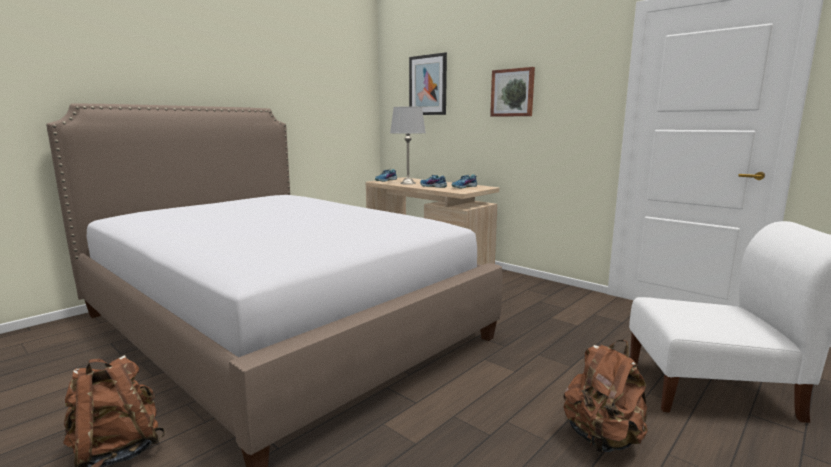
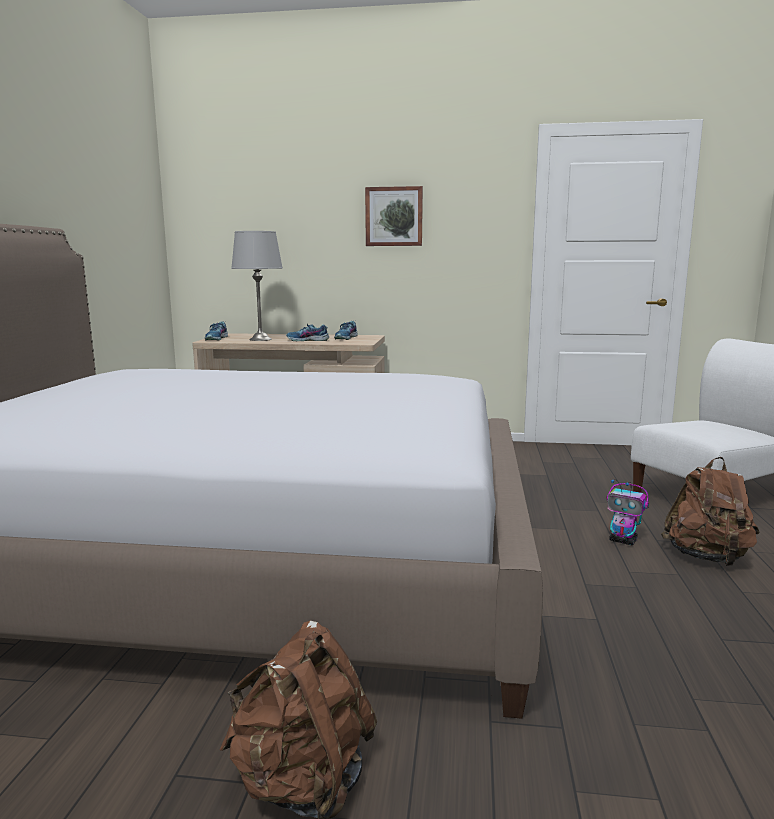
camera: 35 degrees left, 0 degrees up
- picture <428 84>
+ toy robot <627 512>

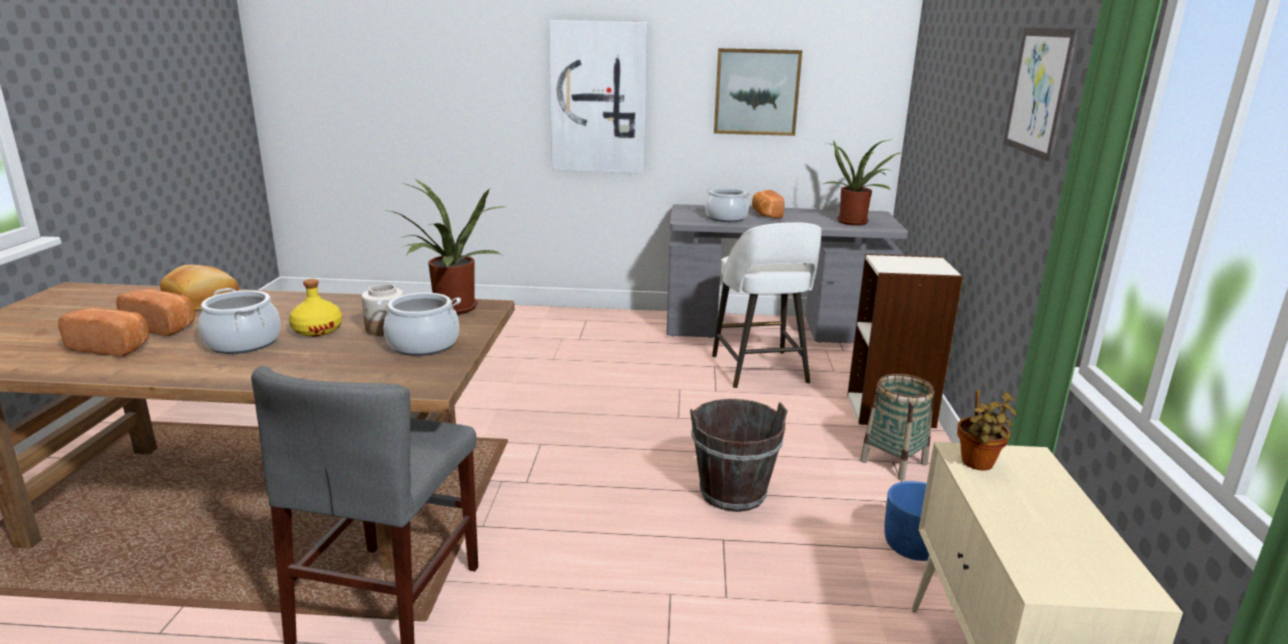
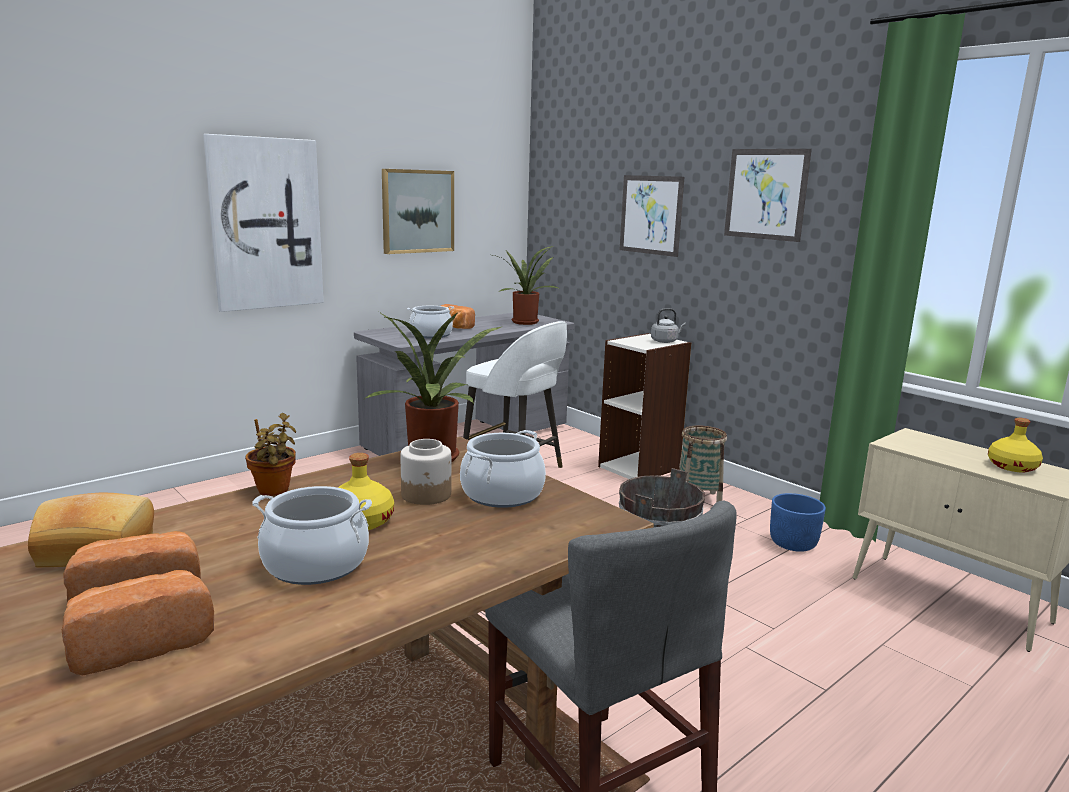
camera: 45 degrees left, 5 degrees down
~ plant in a pot <987 430> to <270 454>
+ picture <652 216>
+ grey kettle <668 325>
+ yellowish drink bottle <1015 445>

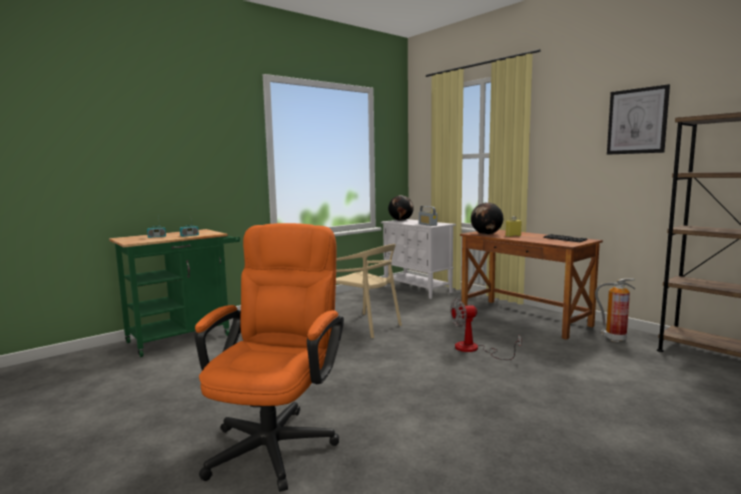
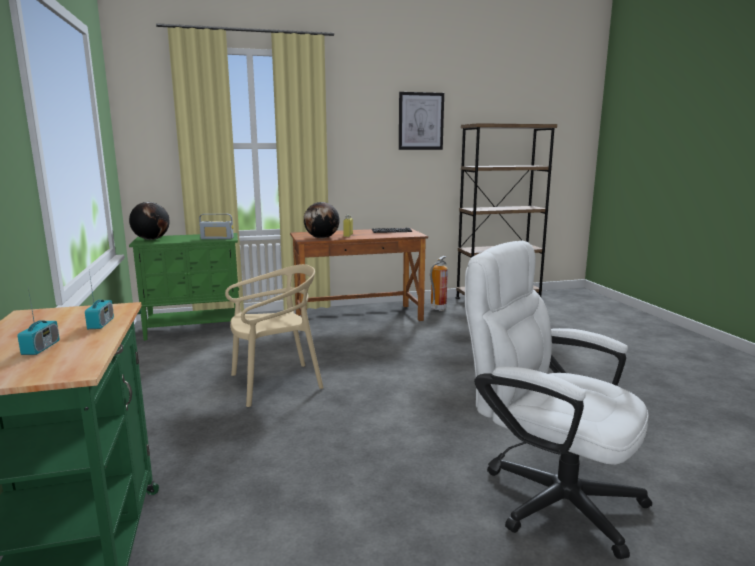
camera: 65 degrees left, 5 degrees up
~ orangey computer chair <269 357> to white-coloured computer chair <558 400>
~ white-coloured cabinet <418 259> to green cabinet <184 287>
- cooling fan <486 329>

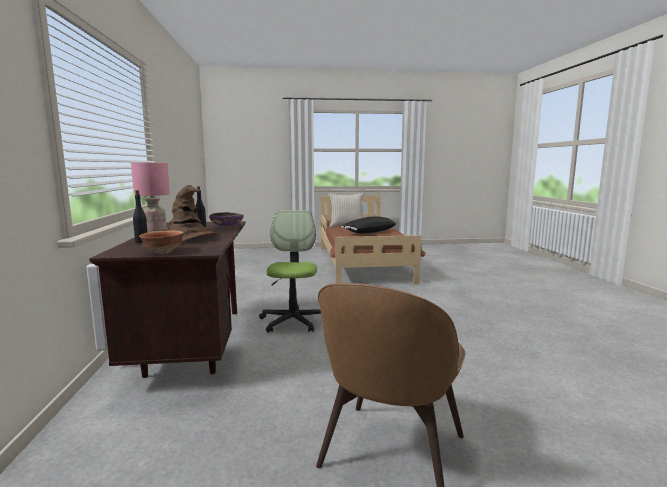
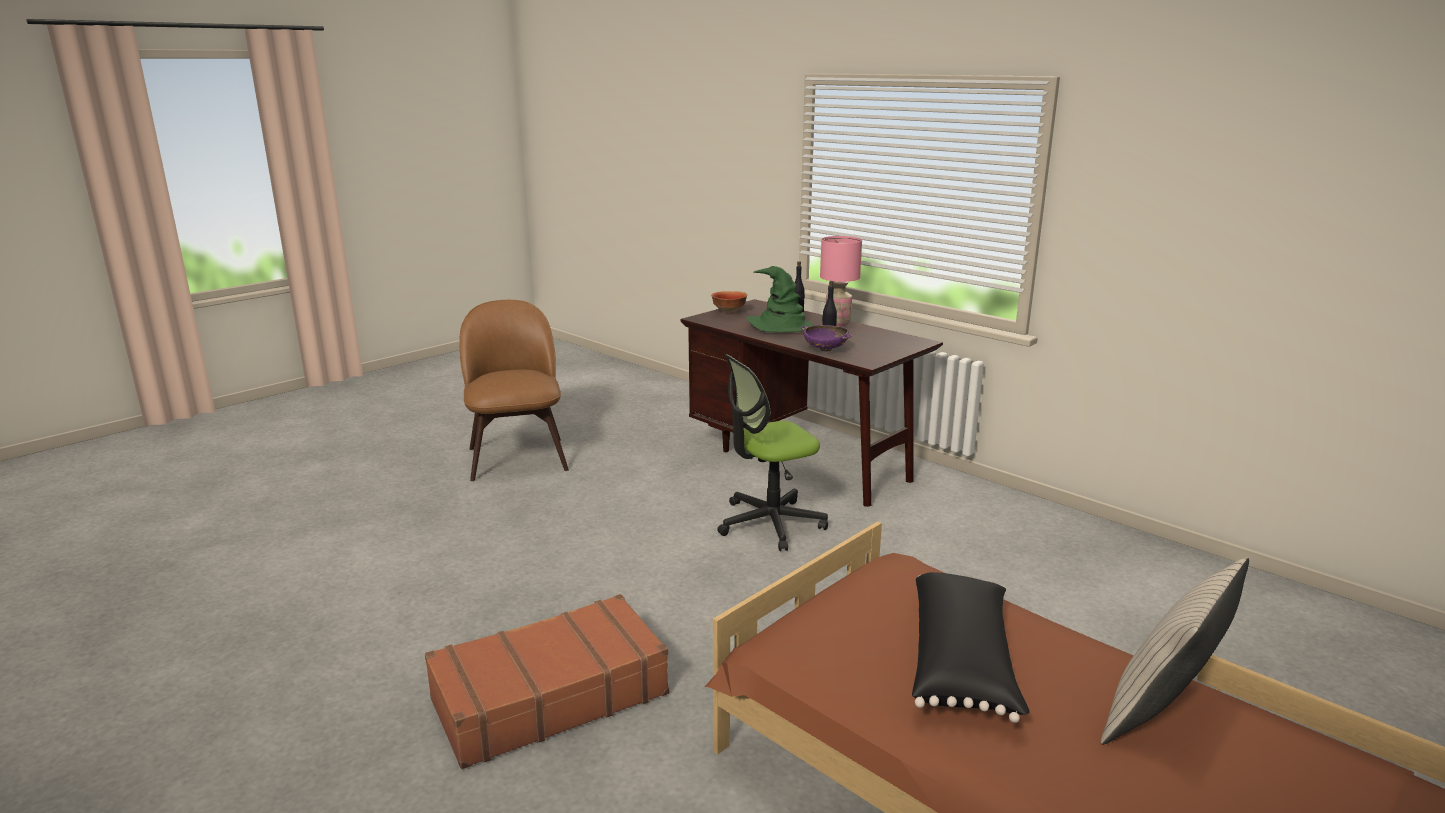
camera: 140 degrees right, 10 degrees up
~ brown-coloured clothing hat <192 213> to green clothing hat <780 299>
~ computer chair <290 271> = <772 452> 105 degrees clockwise
+ brown-coloured suitcase <547 681>

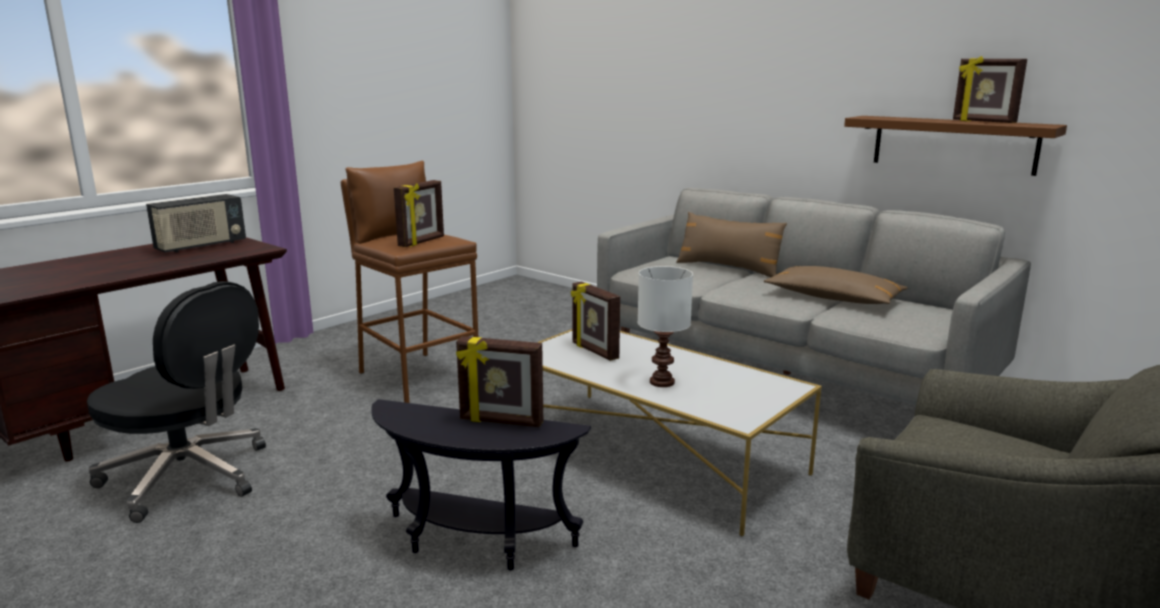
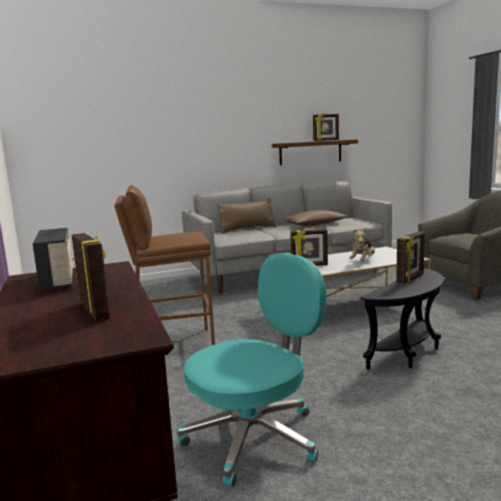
camera: 60 degrees left, 5 degrees down
~ blackish computer chair <176 402> to turquoise computer chair <251 370>
~ standing frame <419 213> to <90 277>
~ white-coloured tabletop lamp <665 326> to plush toy <362 244>

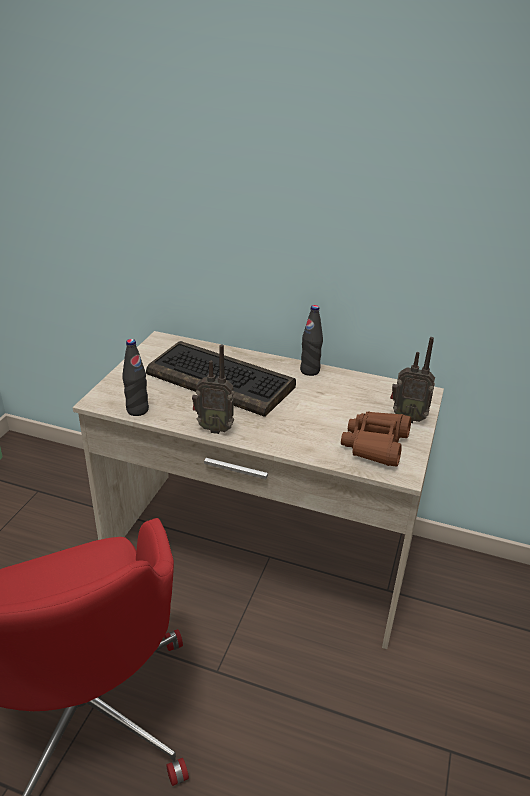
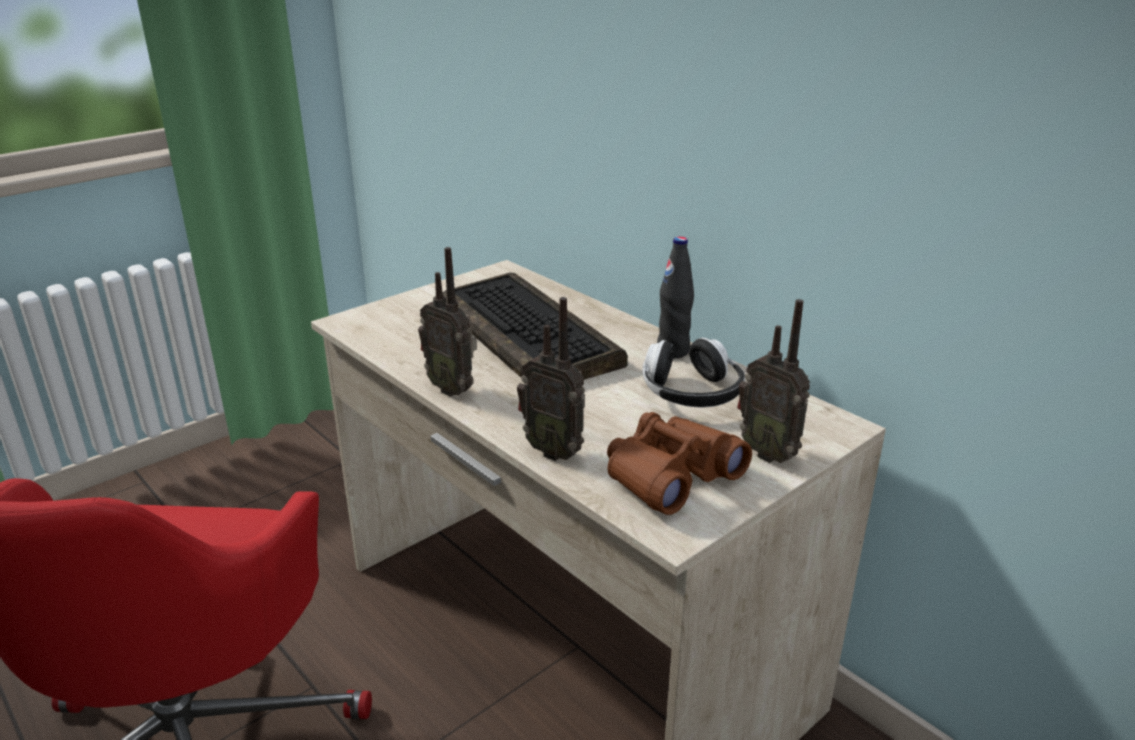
camera: 30 degrees right, 5 degrees down
- blackish drink bottle <135 377>
+ radio <551 379>
+ pair of headphones <693 373>

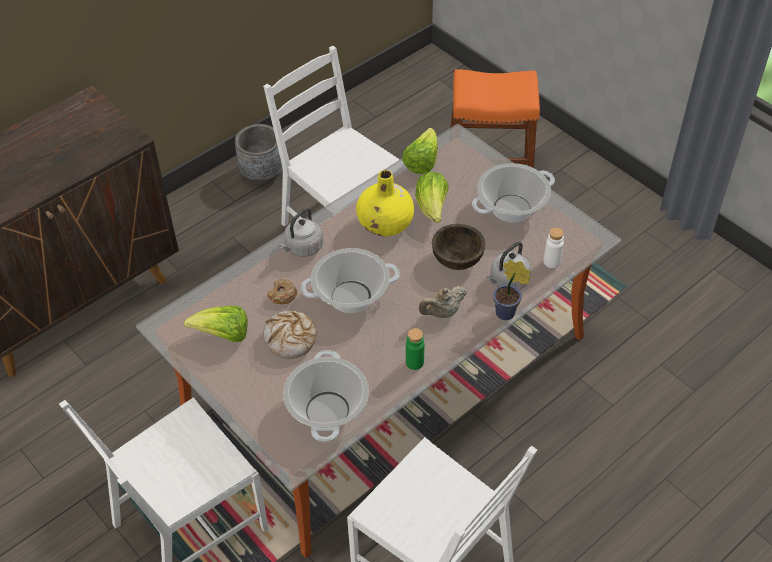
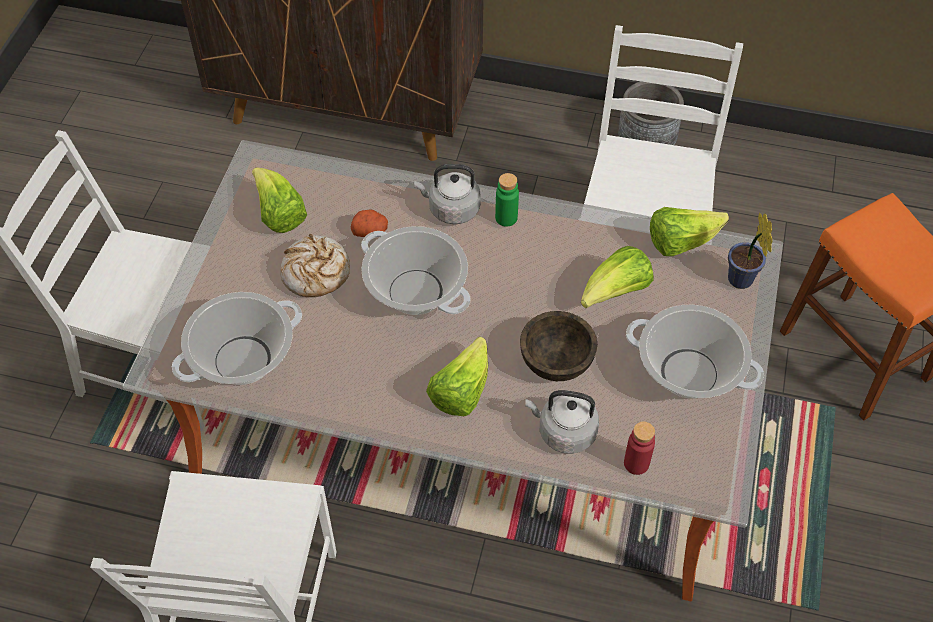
camera: 55 degrees right, 5 degrees up
~ doughnut <282 291> to whole potato <369 223>
- yellowish flower vase <385 203>
~ green drink bottle <415 349> to <507 200>
~ beige-coloured pot for tea <443 302> to lettuce head <457 376>
~ plant in a pot <512 290> to <750 251>
~ white-coloured drink bottle <554 247> to red drink bottle <639 448>

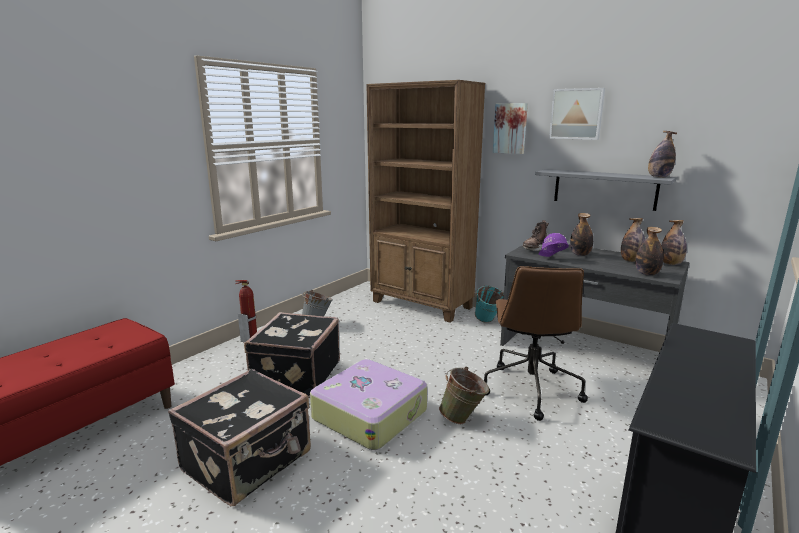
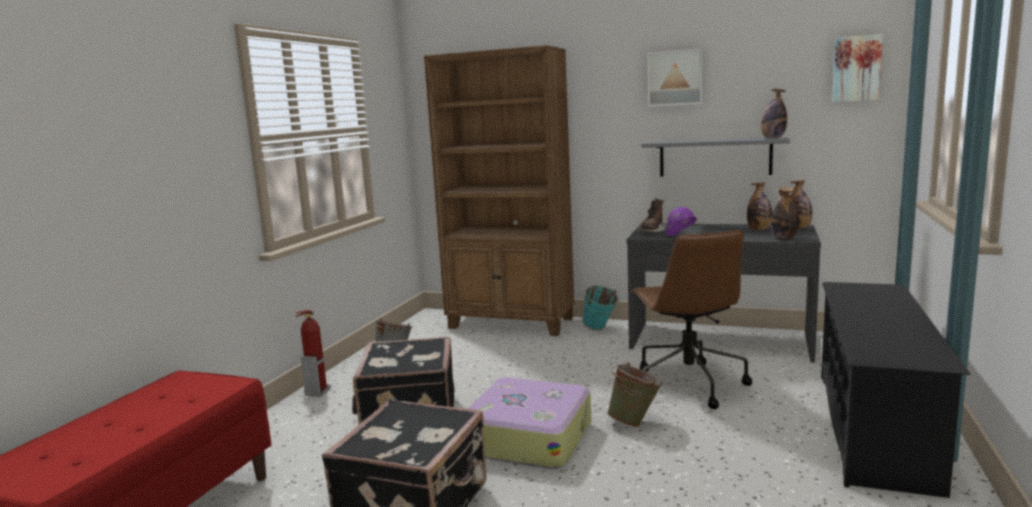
camera: 15 degrees left, 5 degrees down
~ picture <510 128> to <857 68>
- drink bottle <581 234>

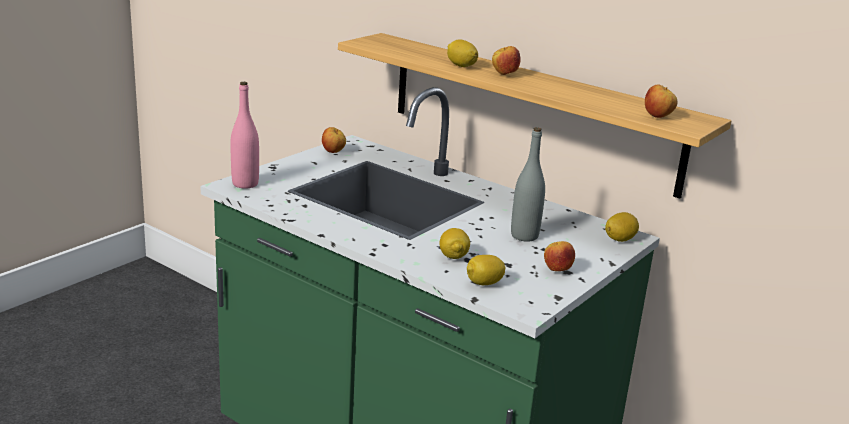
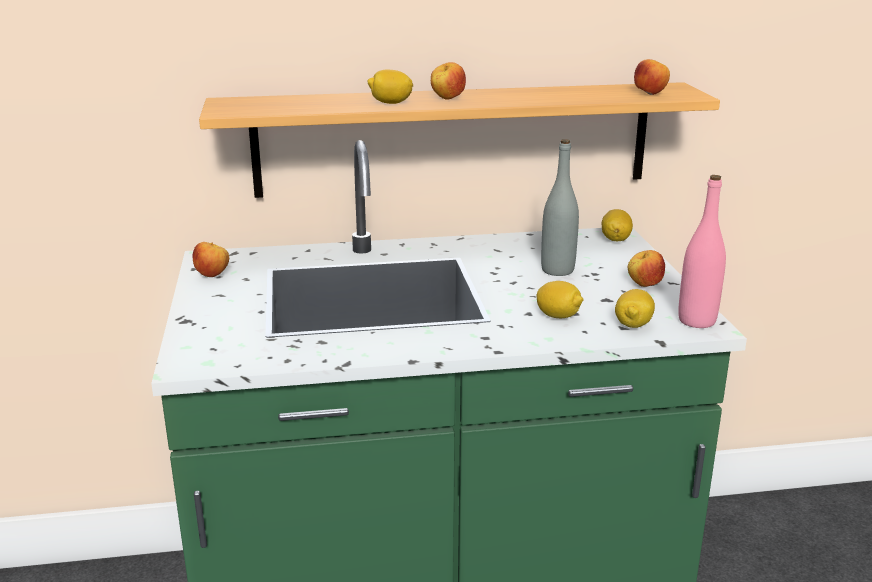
camera: 45 degrees left, 0 degrees up
~ pink-coloured drink bottle <244 135> to <702 251>

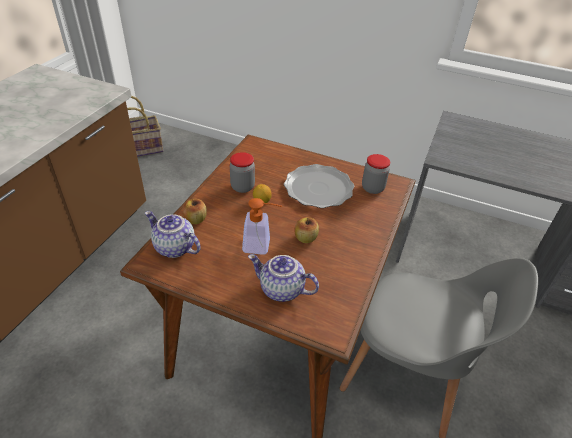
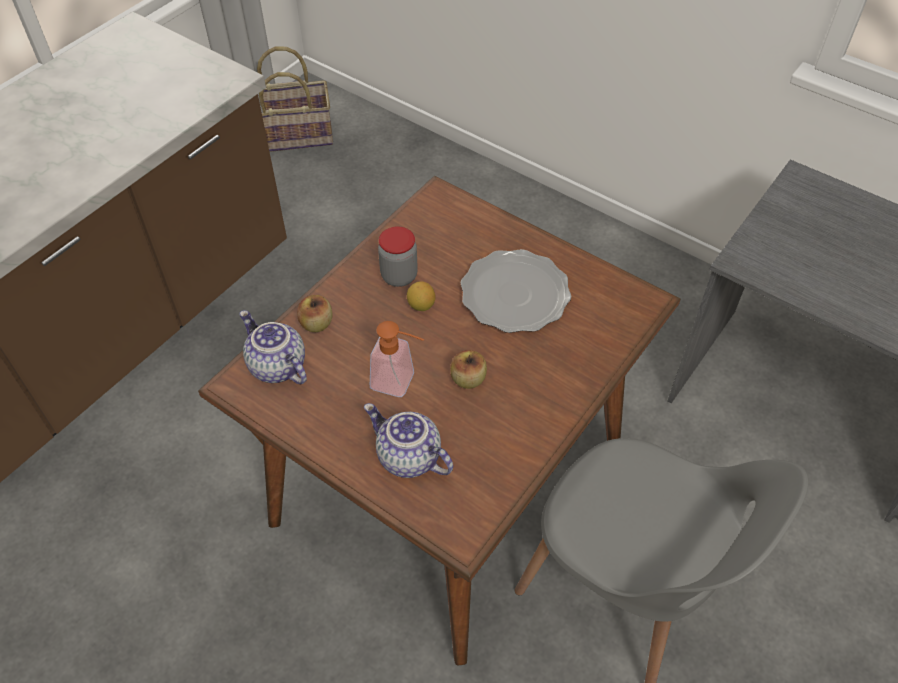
camera: 15 degrees right, 10 degrees up
- preserve jar <376 174>

